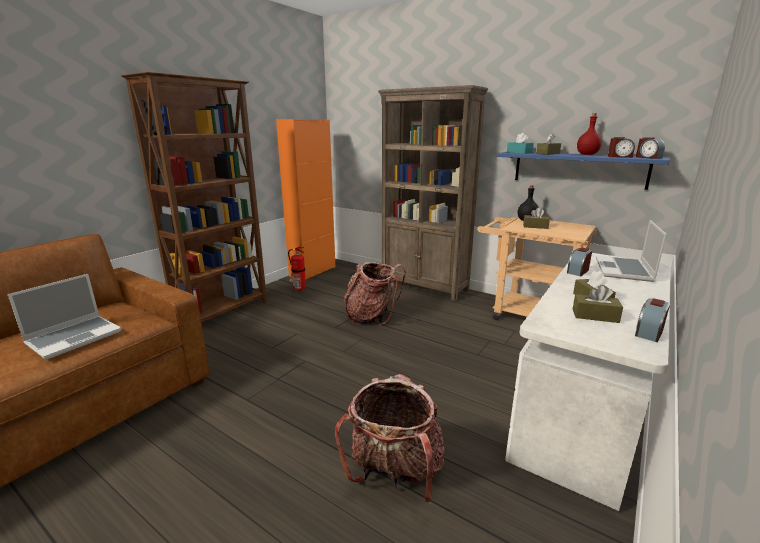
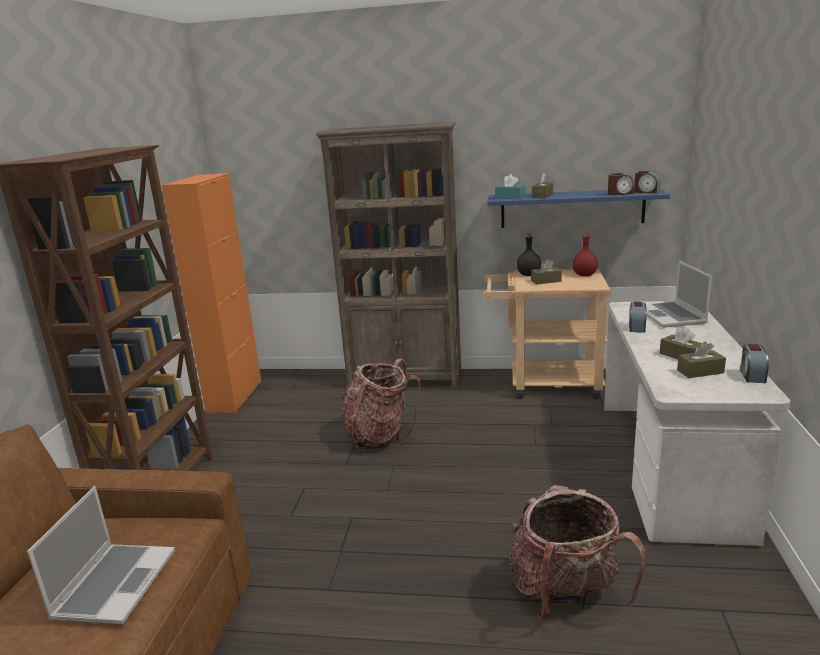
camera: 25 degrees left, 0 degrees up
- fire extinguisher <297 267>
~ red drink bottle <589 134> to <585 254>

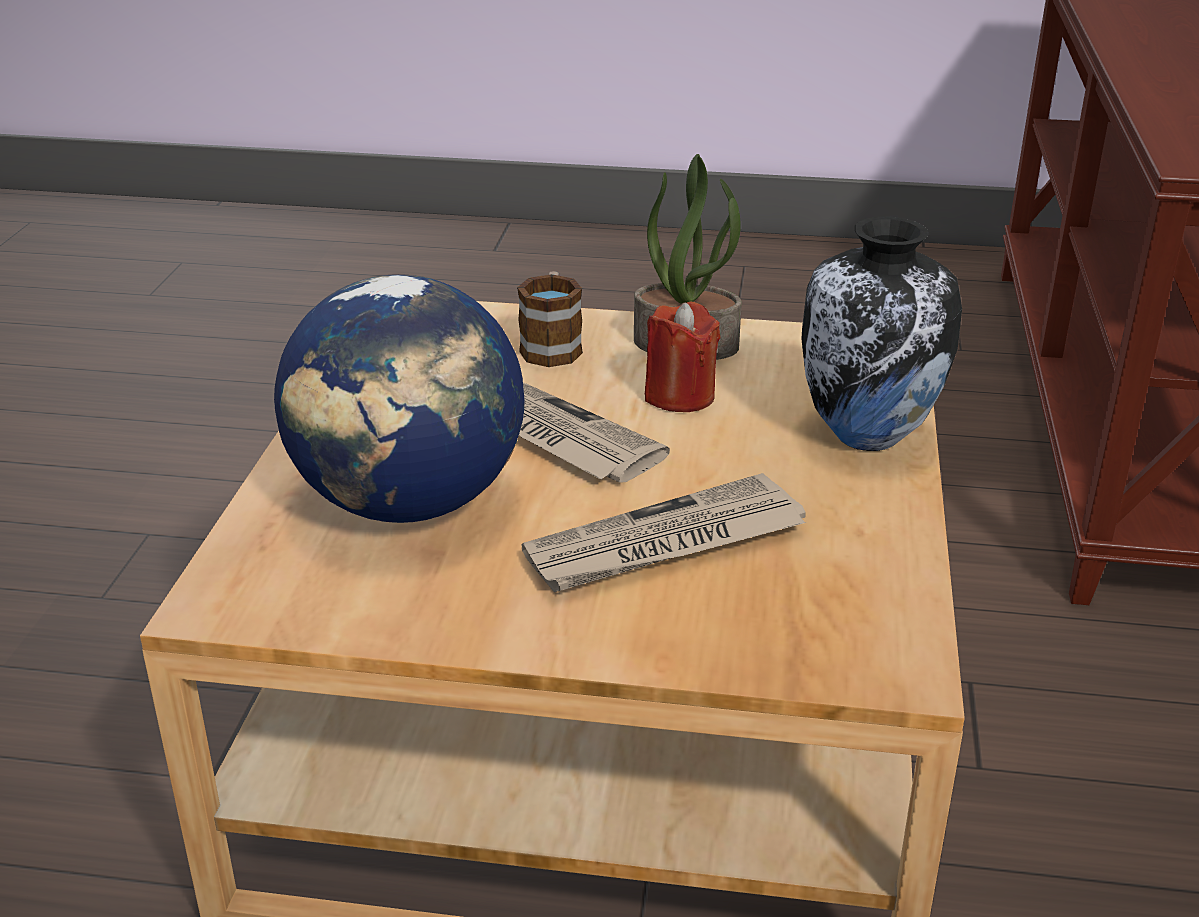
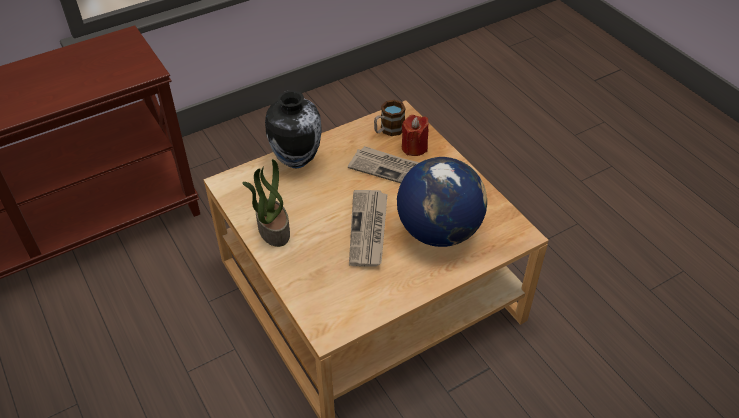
camera: 130 degrees left, 15 degrees up
~ mug <550 319> to <390 118>
~ red wax light <683 357> to <415 135>

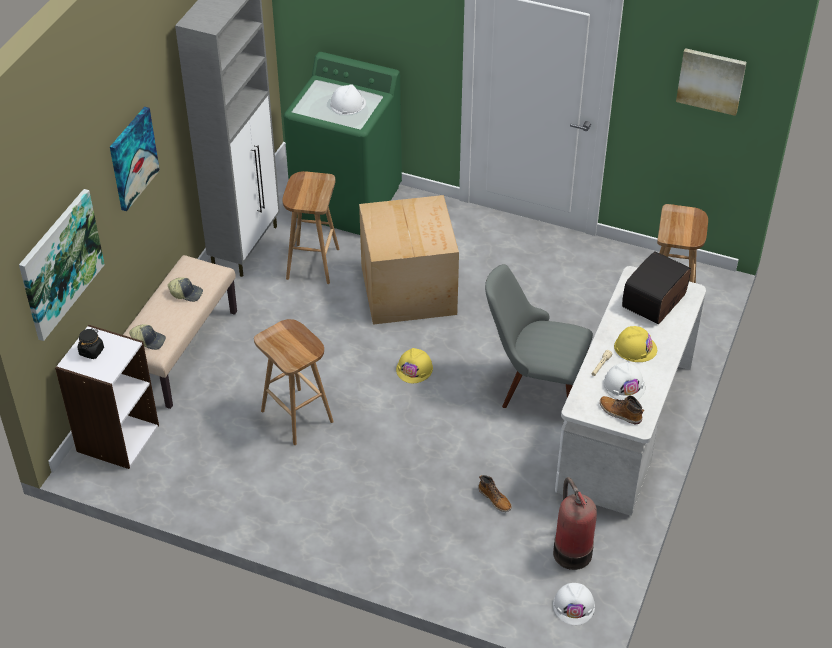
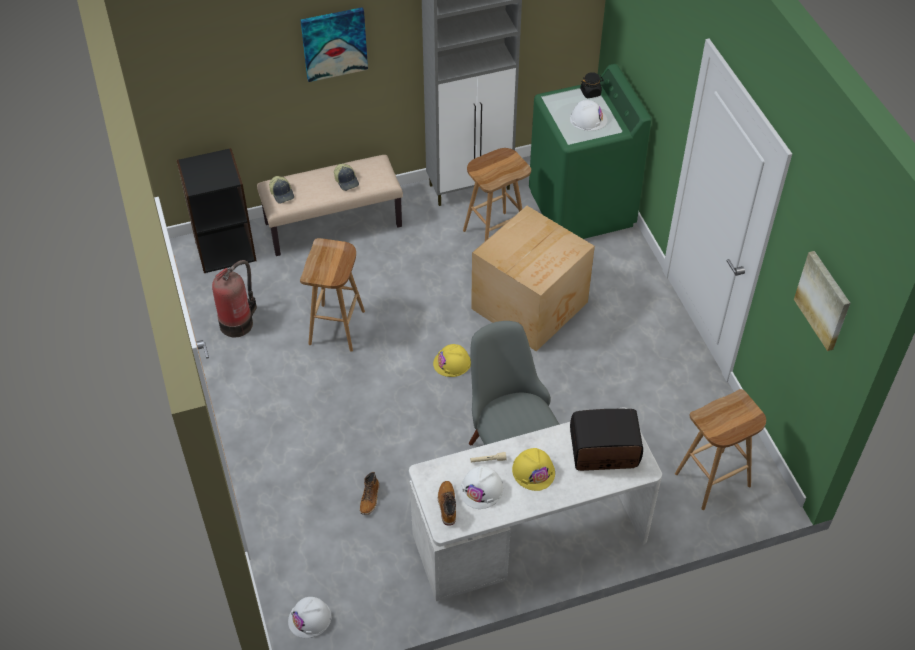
camera: 50 degrees right, 5 degrees up
- picture <62 265>
~ white-coloured bookcase <107 397> to blackish bookcase <216 210>
~ blackish preserve jar <91 343> to <591 85>
~ fire extinguisher <575 523> to <234 298>

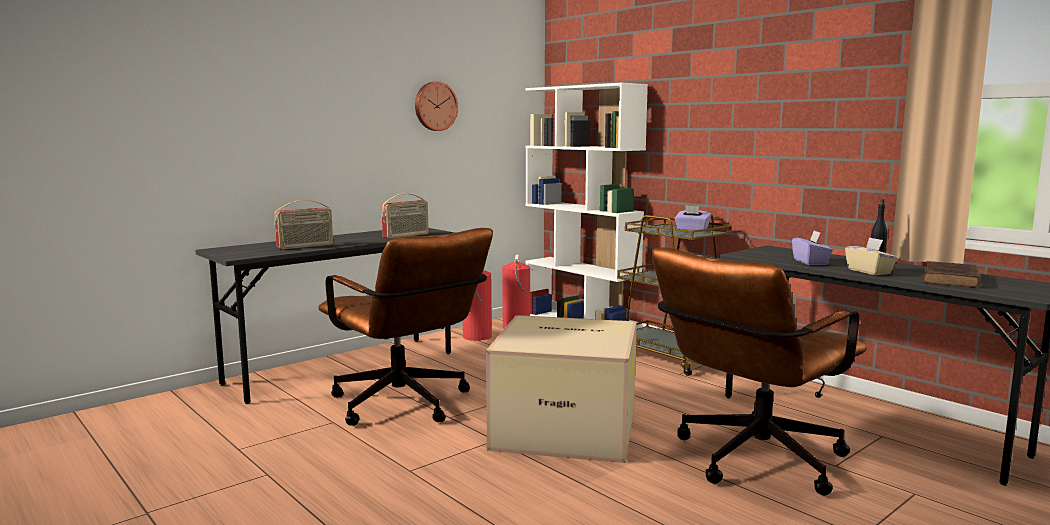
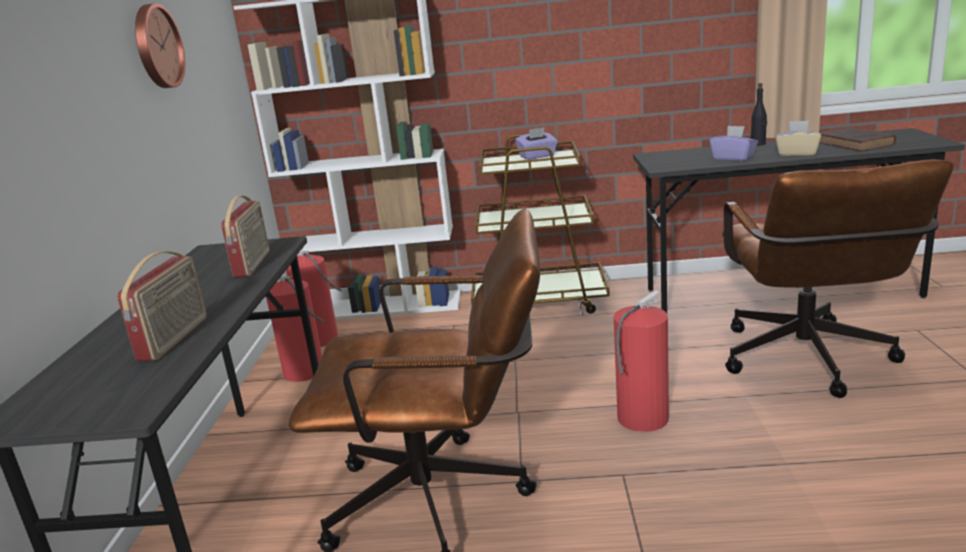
camera: 45 degrees left, 10 degrees up
~ cardboard box <561 389> to fire extinguisher <641 361>

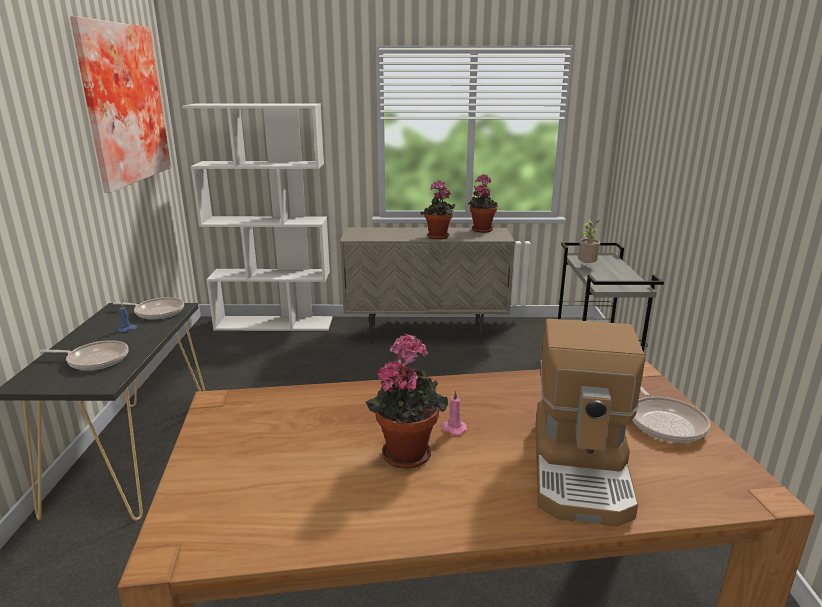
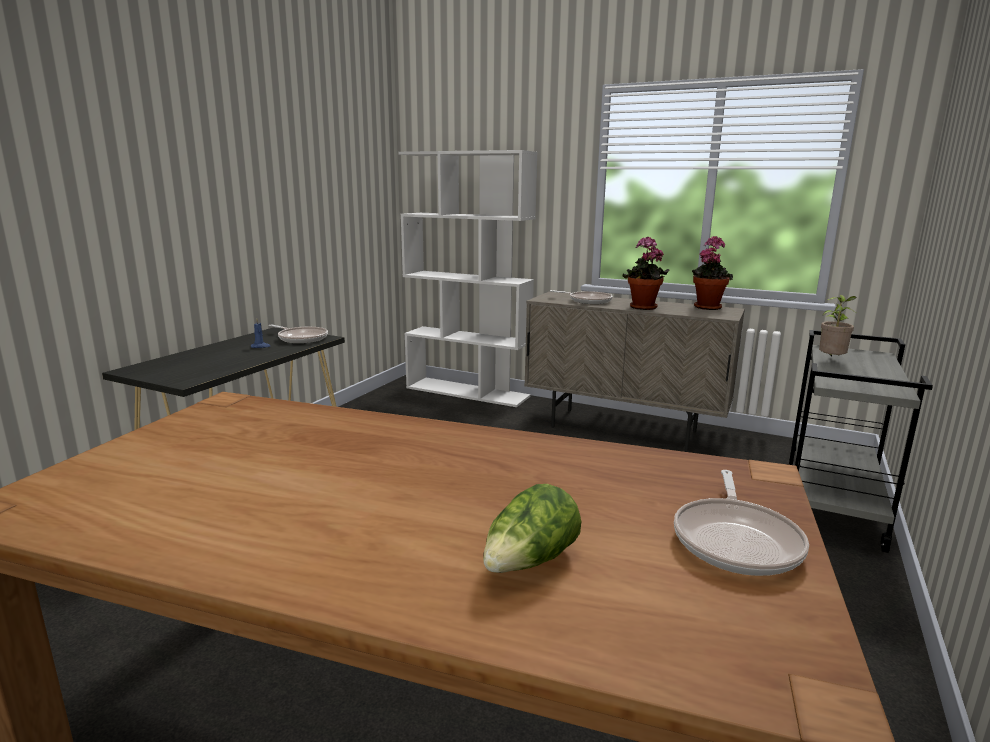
camera: 25 degrees right, 5 degrees down
~ skillet <84 355> to <581 297>
- picture <120 104>
- plant in a pot <406 401>
- pink-coloured wax light <454 412>
~ coffee machine <590 423> to lettuce head <532 528>

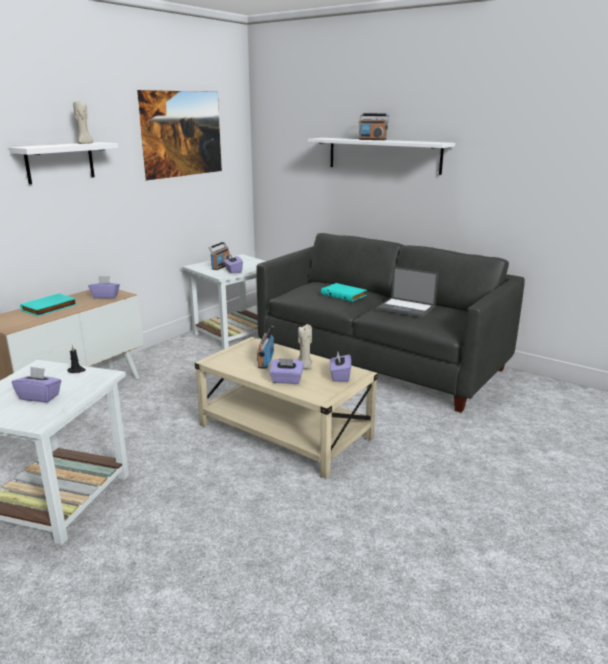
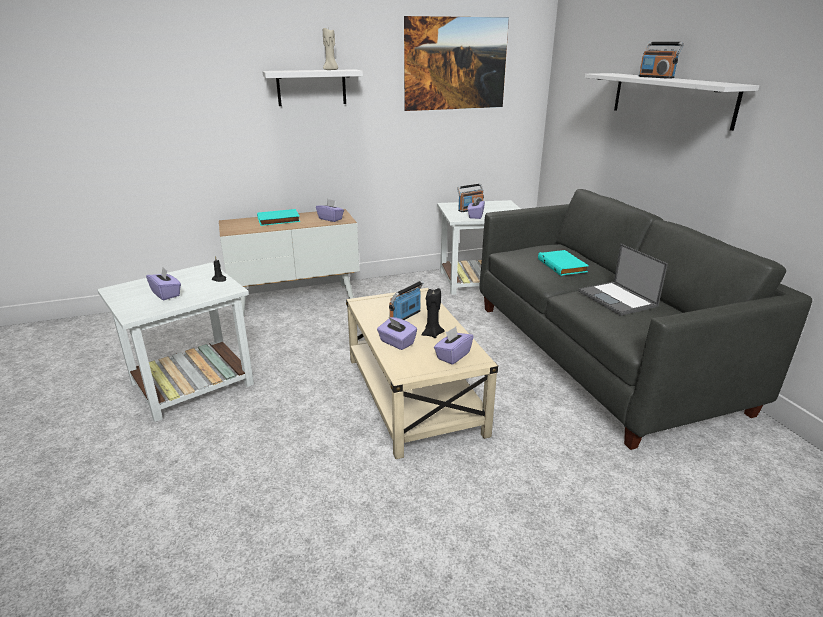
camera: 35 degrees right, 5 degrees up
~ beige-coloured wax light <305 346> to blackish wax light <433 313>

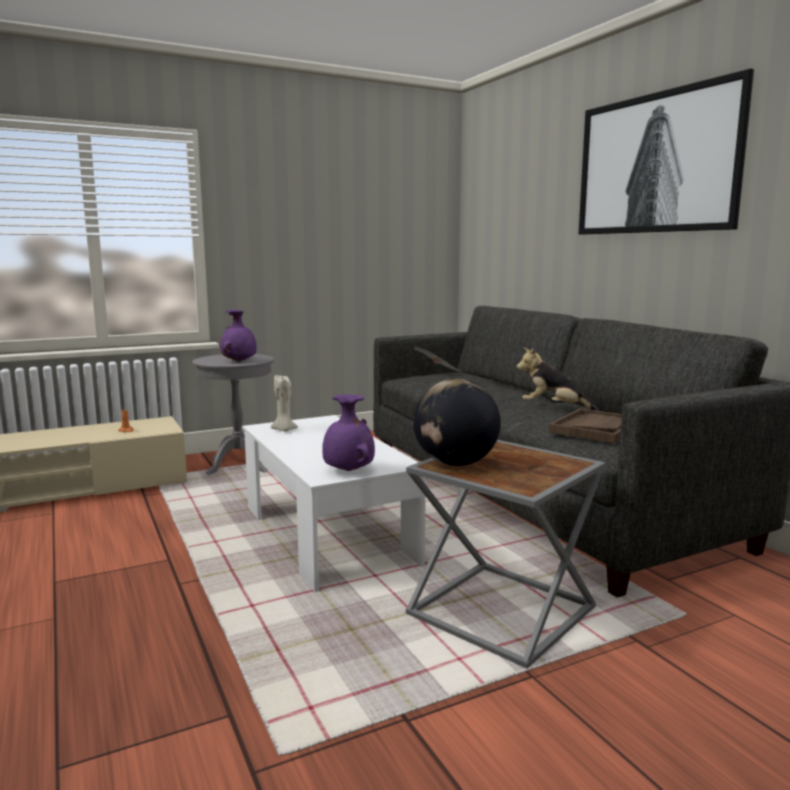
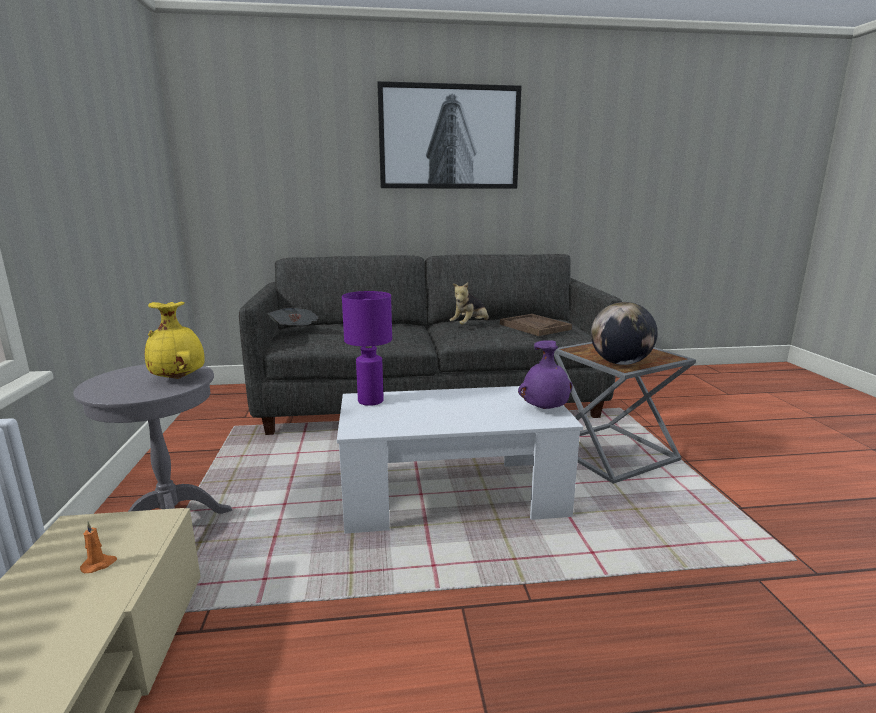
camera: 70 degrees left, 5 degrees up
~ purple flower vase <238 335> to yellowish flower vase <175 340>
- beige-coloured wax light <284 402>
+ purple tabletop lamp <367 348>

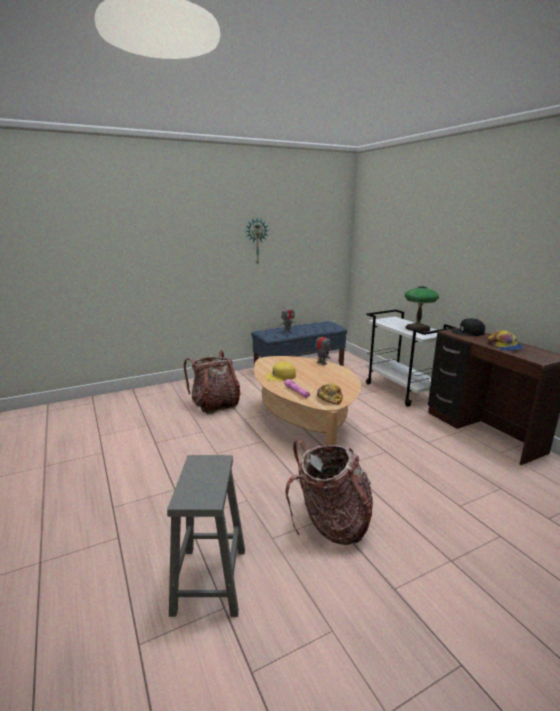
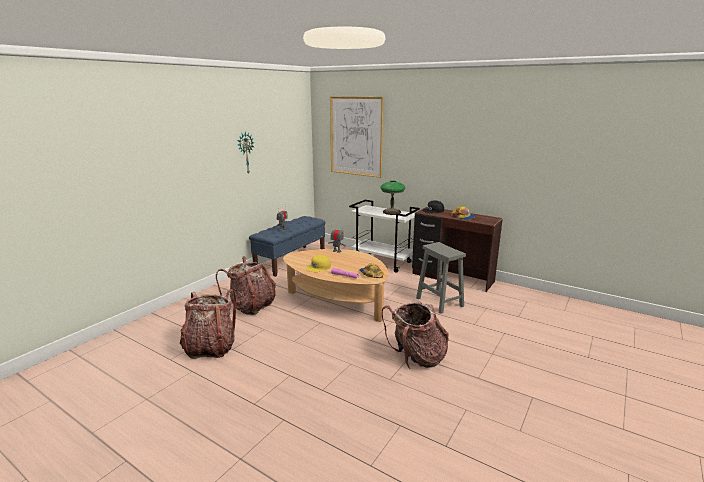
camera: 30 degrees left, 0 degrees up
~ grey stool <206 536> to <441 278>
+ backpack <208 324>
+ picture <357 137>

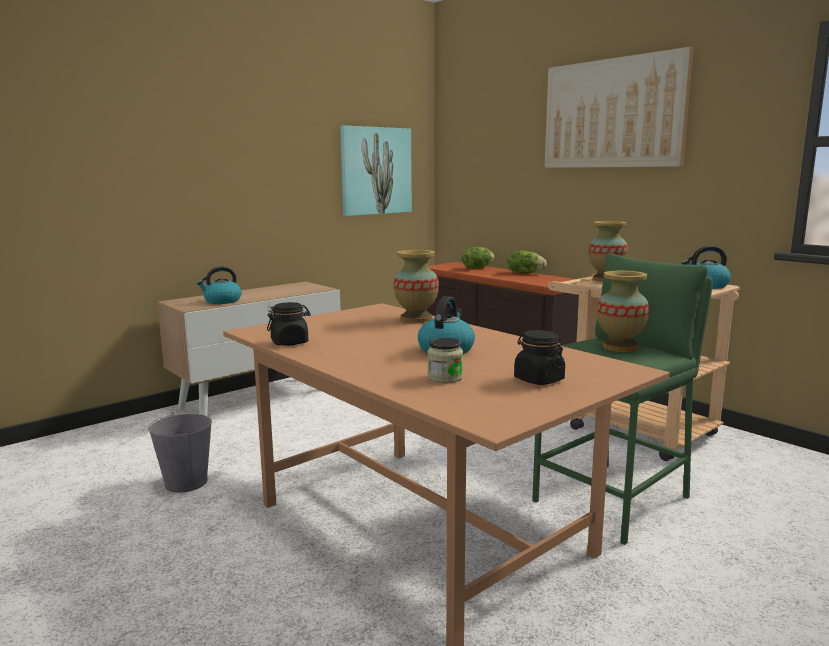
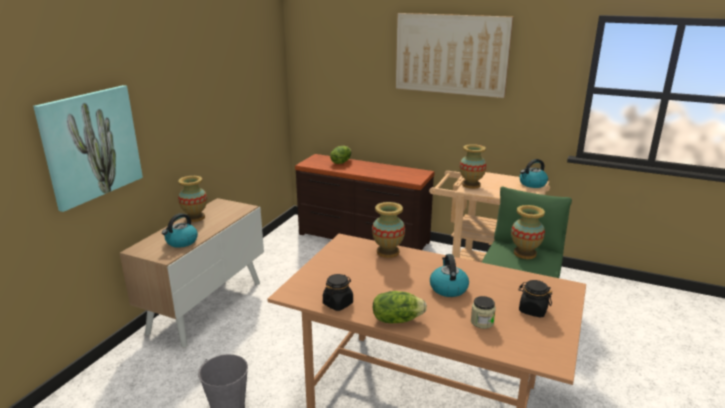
camera: 25 degrees left, 10 degrees up
~ picture <376 170> to <88 148>
~ lettuce head <527 262> to <400 307>
+ flower vase <192 199>

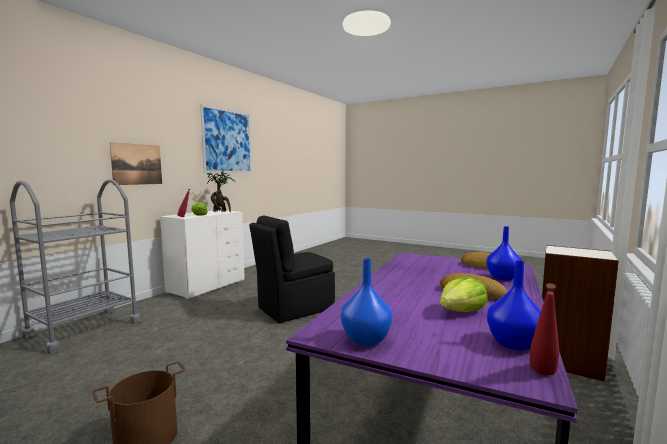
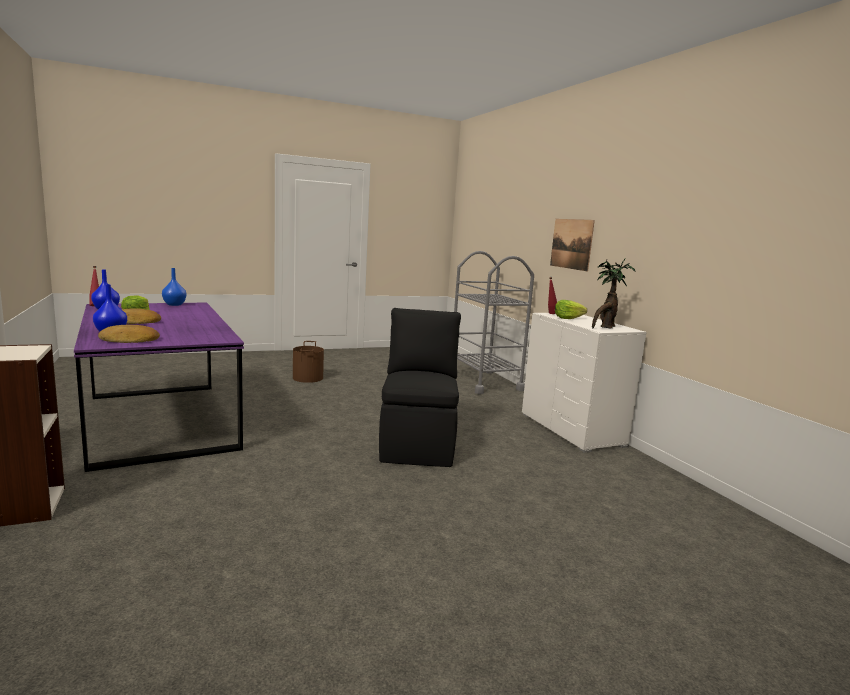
camera: 125 degrees right, 5 degrees up
- picture <226 138>

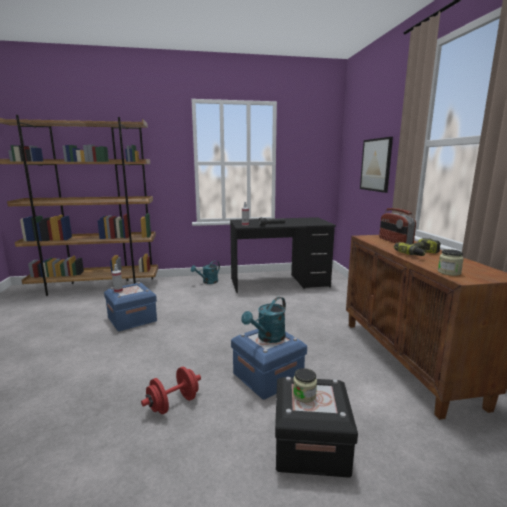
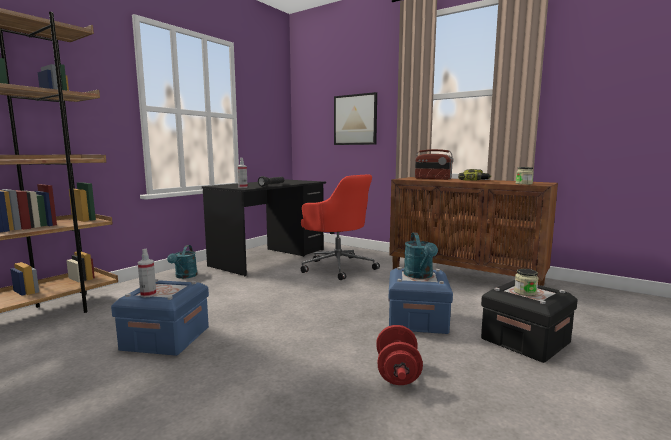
camera: 45 degrees left, 5 degrees down
+ red computer chair <340 227>

